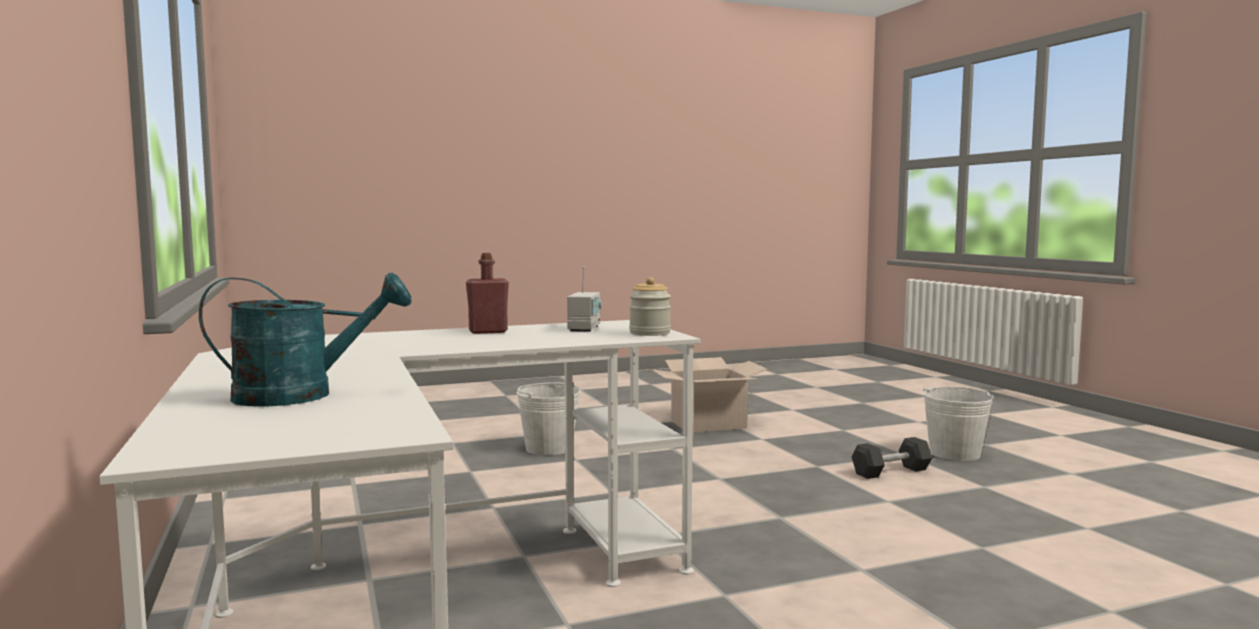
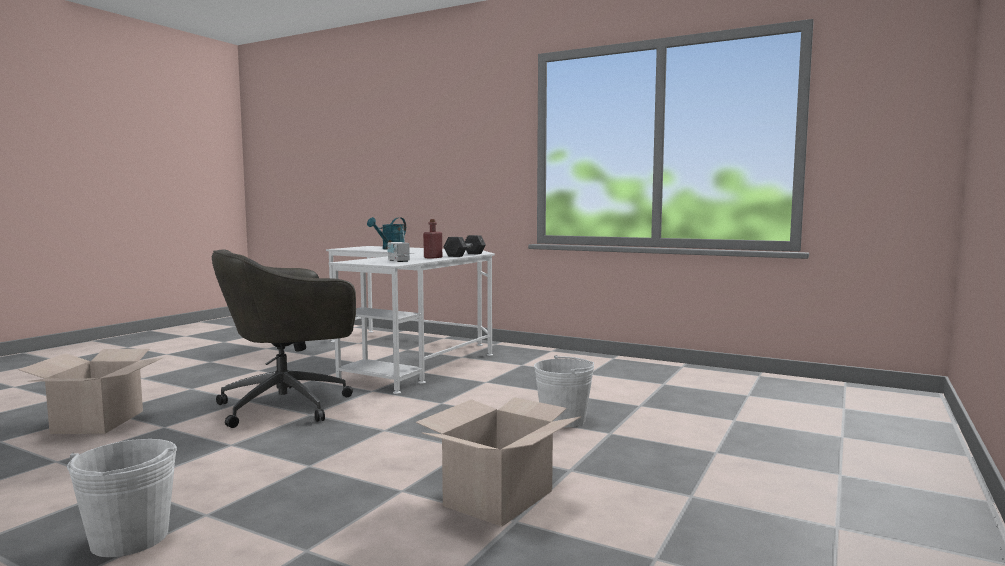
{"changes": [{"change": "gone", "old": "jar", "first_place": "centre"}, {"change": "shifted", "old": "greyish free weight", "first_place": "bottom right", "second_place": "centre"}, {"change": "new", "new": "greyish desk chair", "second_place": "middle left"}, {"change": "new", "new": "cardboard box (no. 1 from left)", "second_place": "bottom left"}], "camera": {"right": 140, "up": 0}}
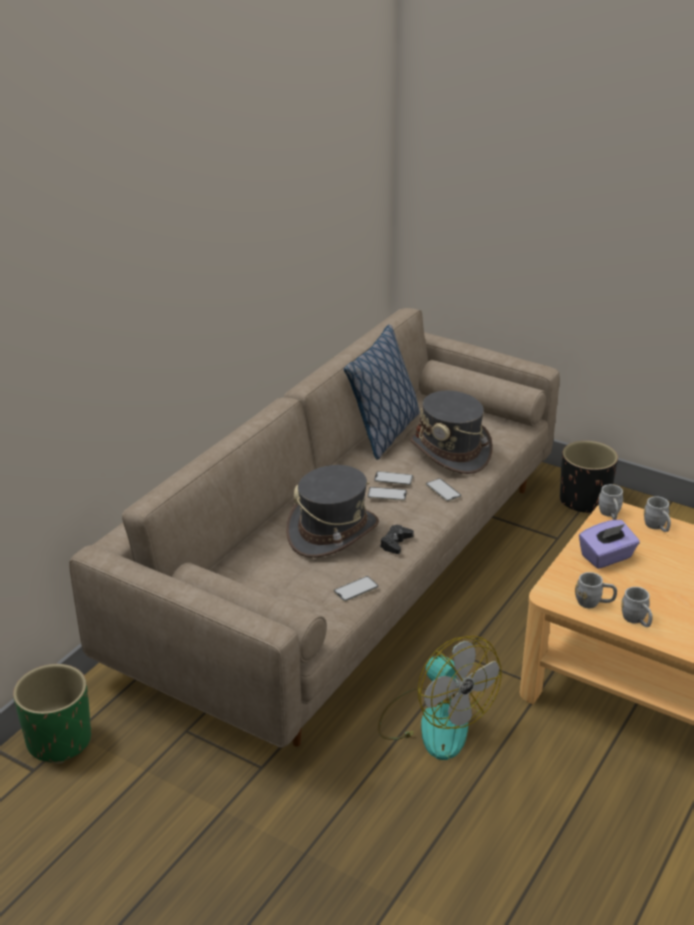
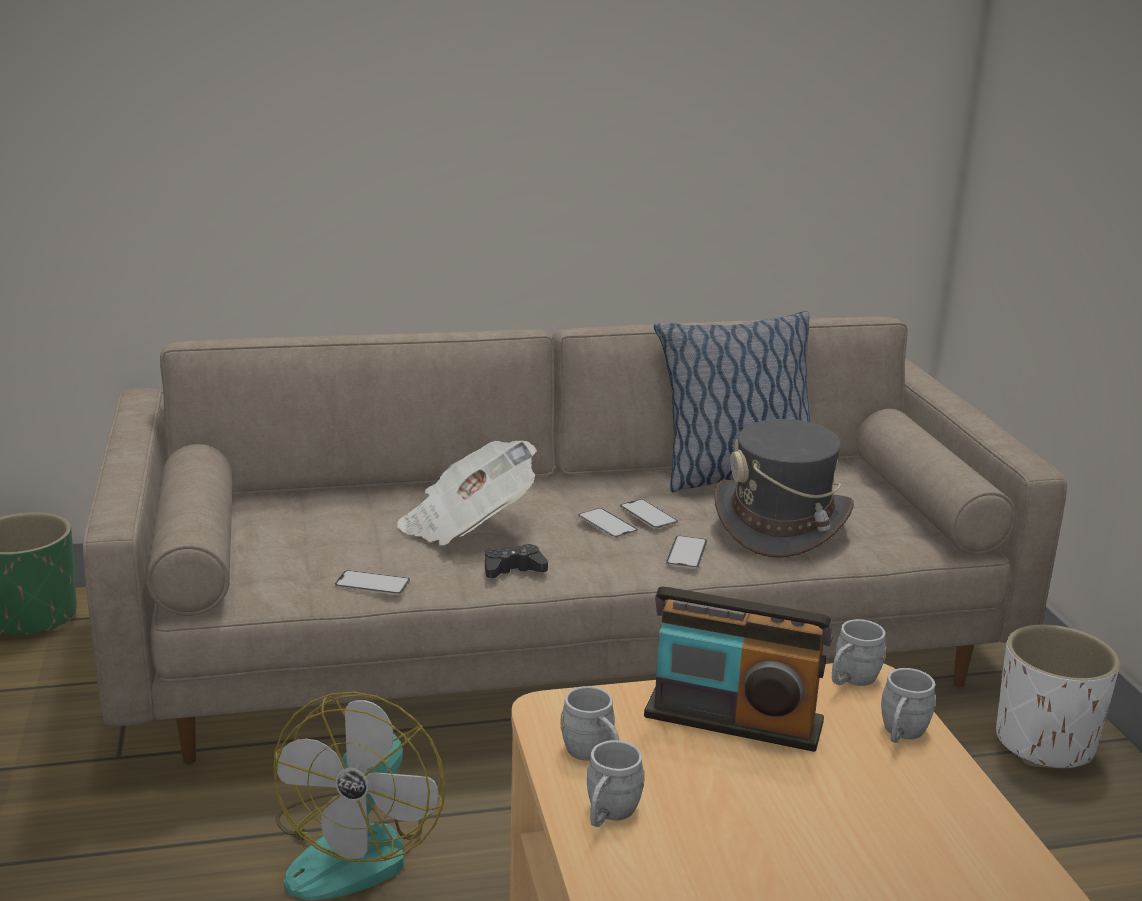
{"changes": [{"change": "repainted", "old": "black-coloured planter", "new": "white-coloured planter", "first_place": "middle right", "second_place": "bottom right"}, {"change": "swapped", "old": "greyish wearable hat (no. 1 from left)", "new": "printed paper", "first_place": "centre", "second_place": "centre"}, {"change": "swapped", "old": "purple tissue box", "new": "radio receiver", "first_place": "middle right", "second_place": "bottom centre"}], "camera": {"right": 45, "up": -10}}
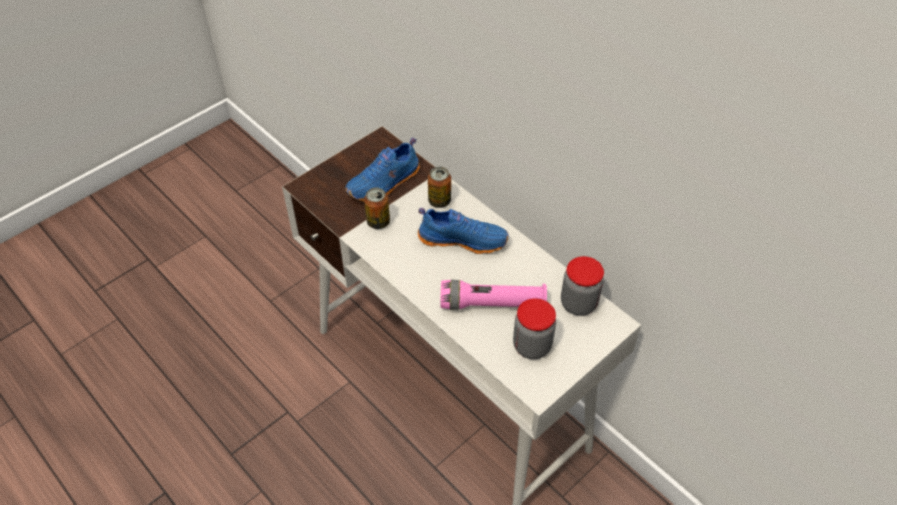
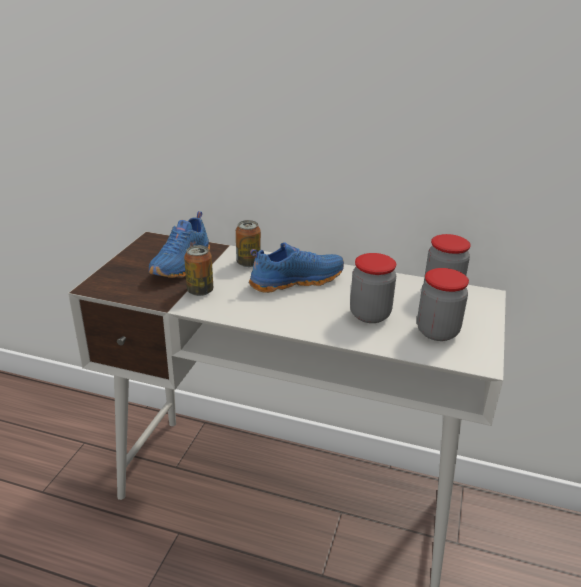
{"changes": [{"change": "swapped", "old": "pink flashlight", "new": "jar (no. 1 from left)", "first_place": "centre", "second_place": "centre"}], "camera": {"right": -30, "up": -20}}
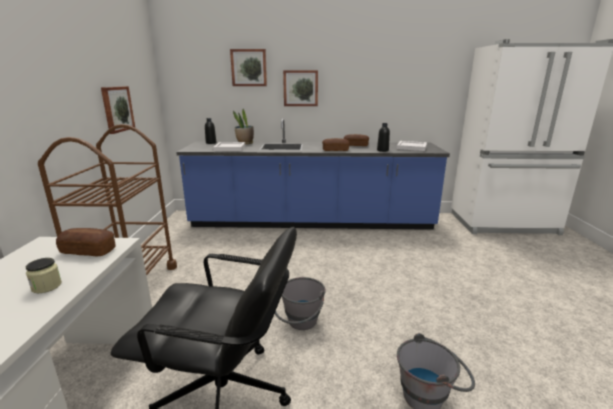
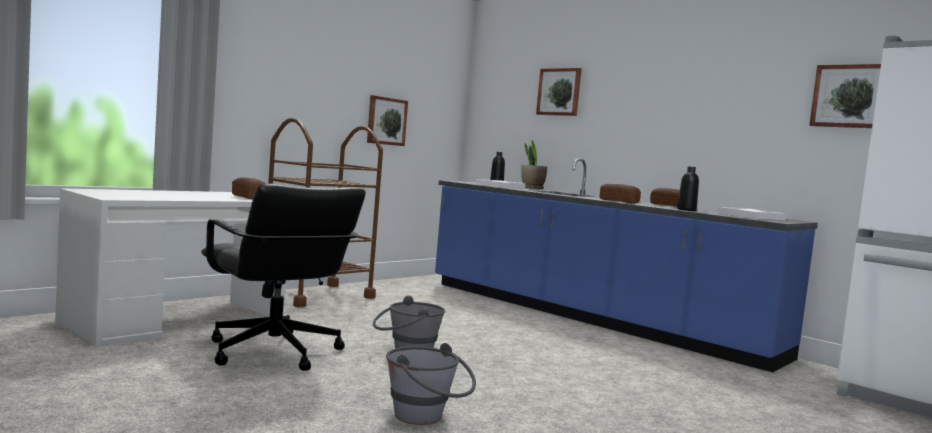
{"changes": [{"change": "shifted", "old": "wall picture (no. 3 from left)", "first_place": "top centre", "second_place": "top right"}, {"change": "gone", "old": "jar", "first_place": "bottom left"}], "camera": {"right": 40, "up": -15}}
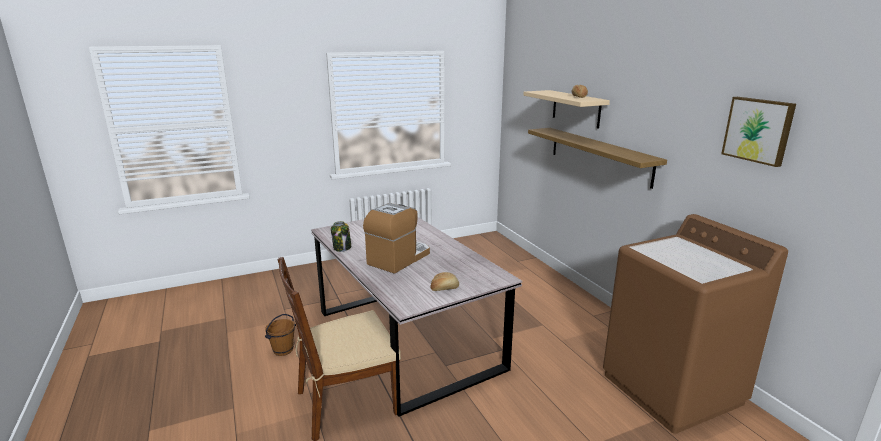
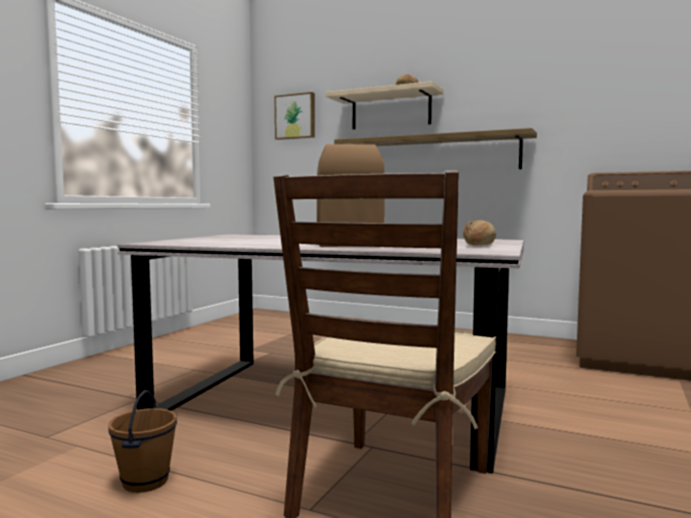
{"changes": [{"change": "shifted", "old": "wall picture", "first_place": "top right", "second_place": "top centre"}, {"change": "gone", "old": "jar", "first_place": "centre"}], "camera": {"right": -40, "up": -15}}
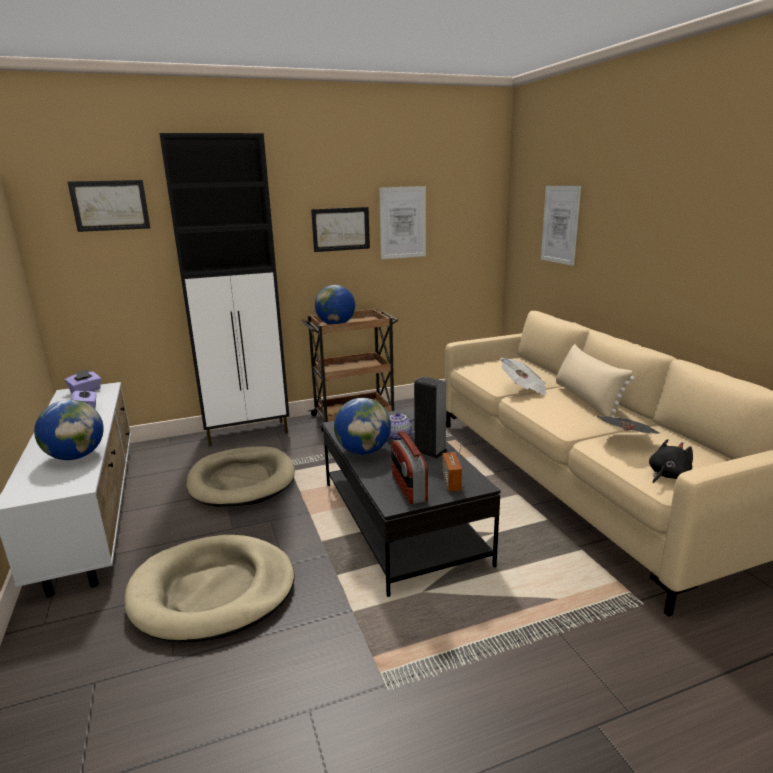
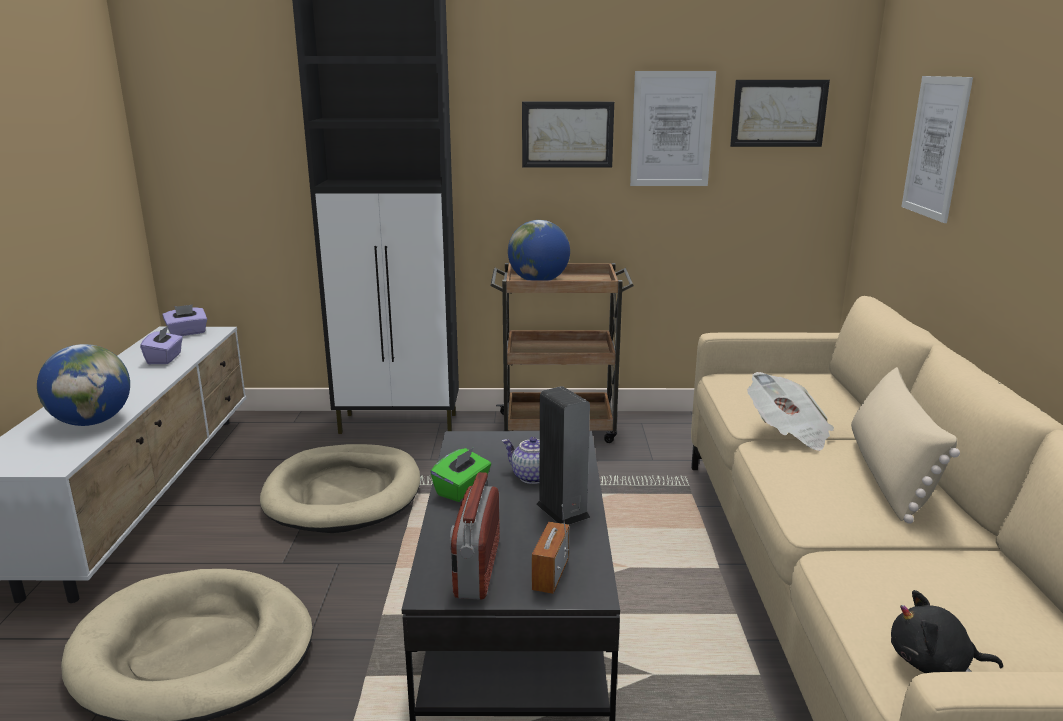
{"changes": [{"change": "shifted", "old": "wall picture (no. 1 from left in the first image)", "new": "wall picture (no. 3 from left)", "first_place": "top left", "second_place": "top right"}, {"change": "swapped", "old": "world globe (no. 3 from left)", "new": "green-coloured tissue box", "first_place": "centre", "second_place": "centre"}, {"change": "gone", "old": "printed paper (no. 2 from left)", "first_place": "middle right"}, {"change": "rotated", "old": "black-coloured cuddly toy", "first_place": "middle right", "second_place": "bottom right", "degrees": -150}], "camera": {"right": 20, "up": 0}}
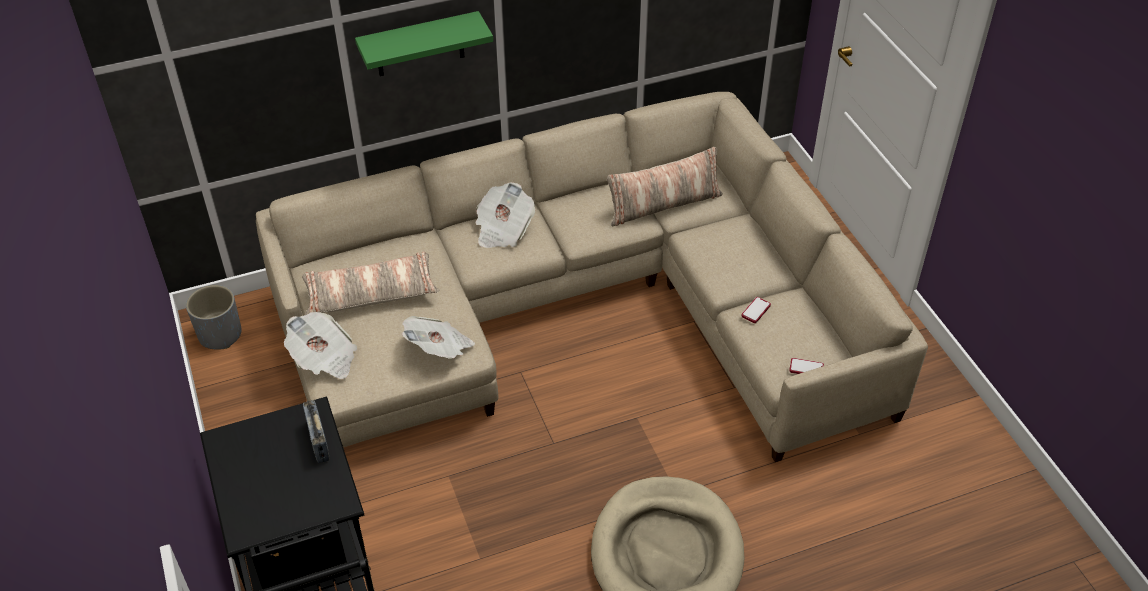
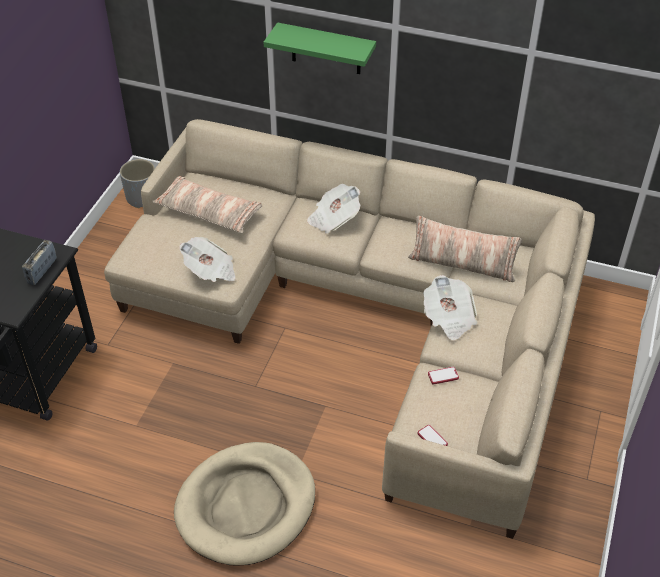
{"changes": [{"change": "shifted", "old": "printed paper (no. 1 from left in the first image)", "new": "printed paper (no. 3 from left)", "first_place": "middle left", "second_place": "middle right"}], "camera": {"right": 40, "up": 0}}
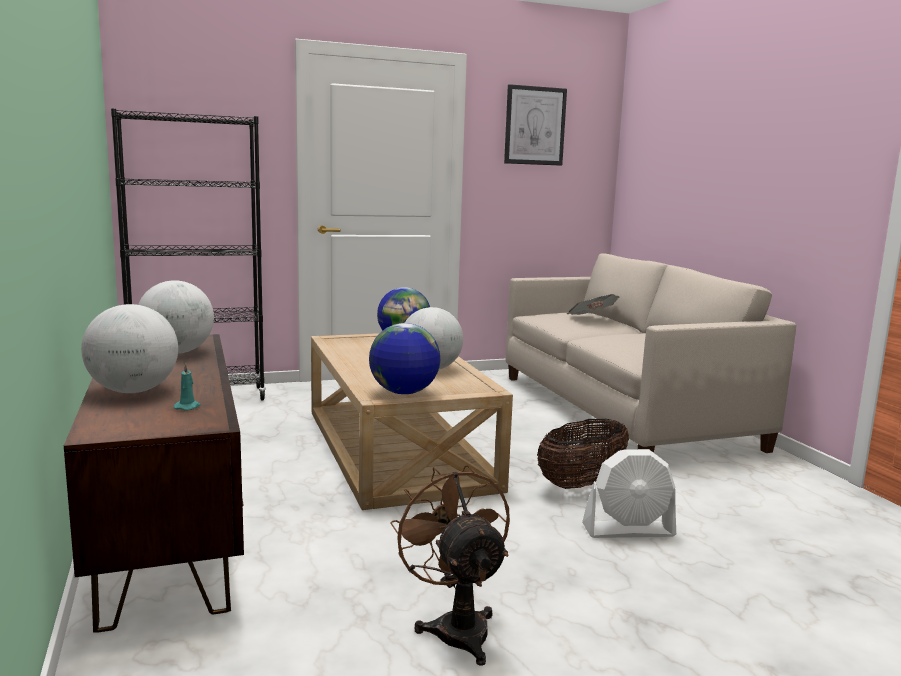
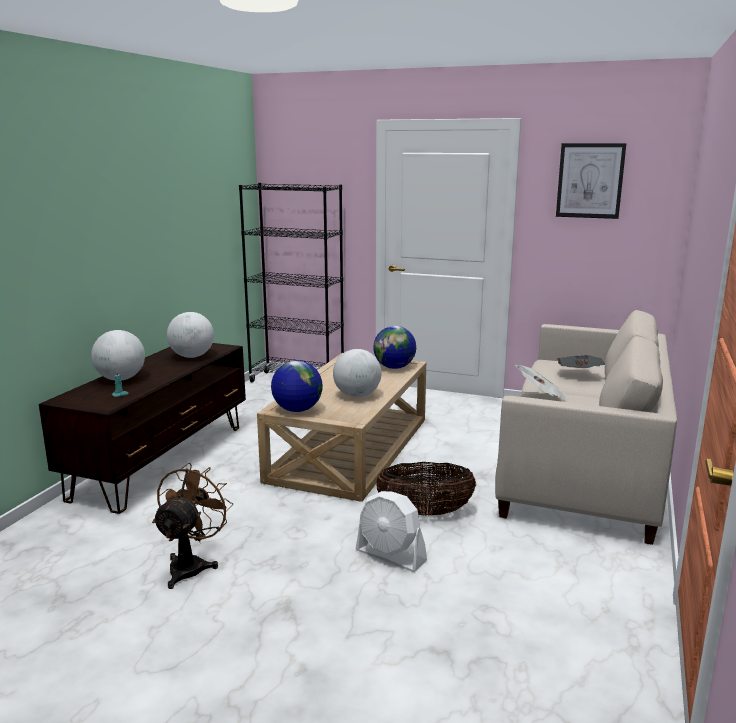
{"changes": [{"change": "new", "new": "printed paper (no. 1 from left)", "second_place": "middle right"}], "camera": {"right": 40, "up": 5}}
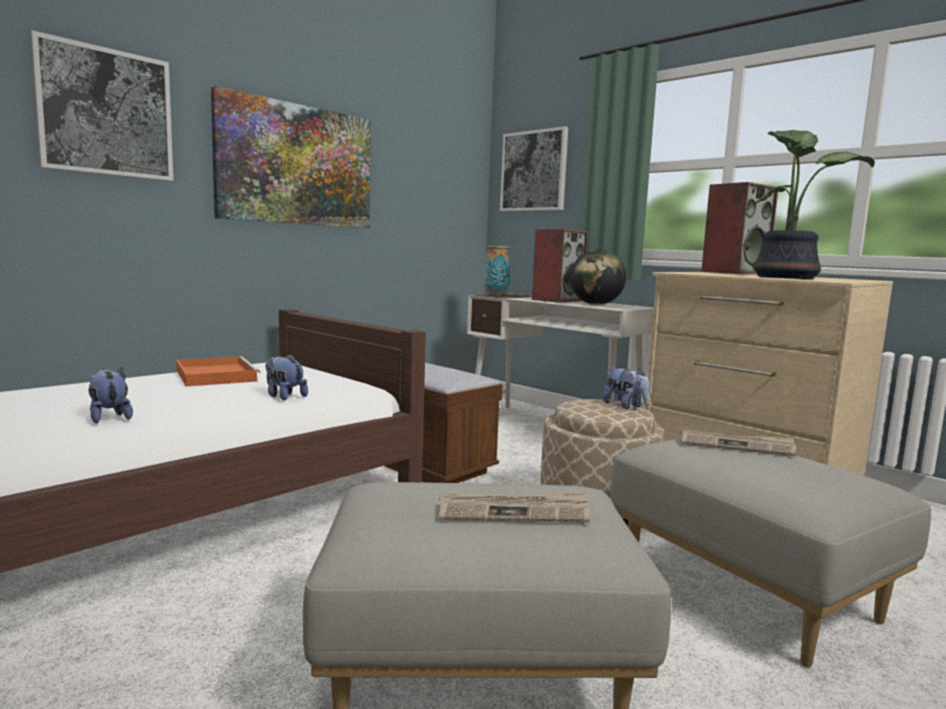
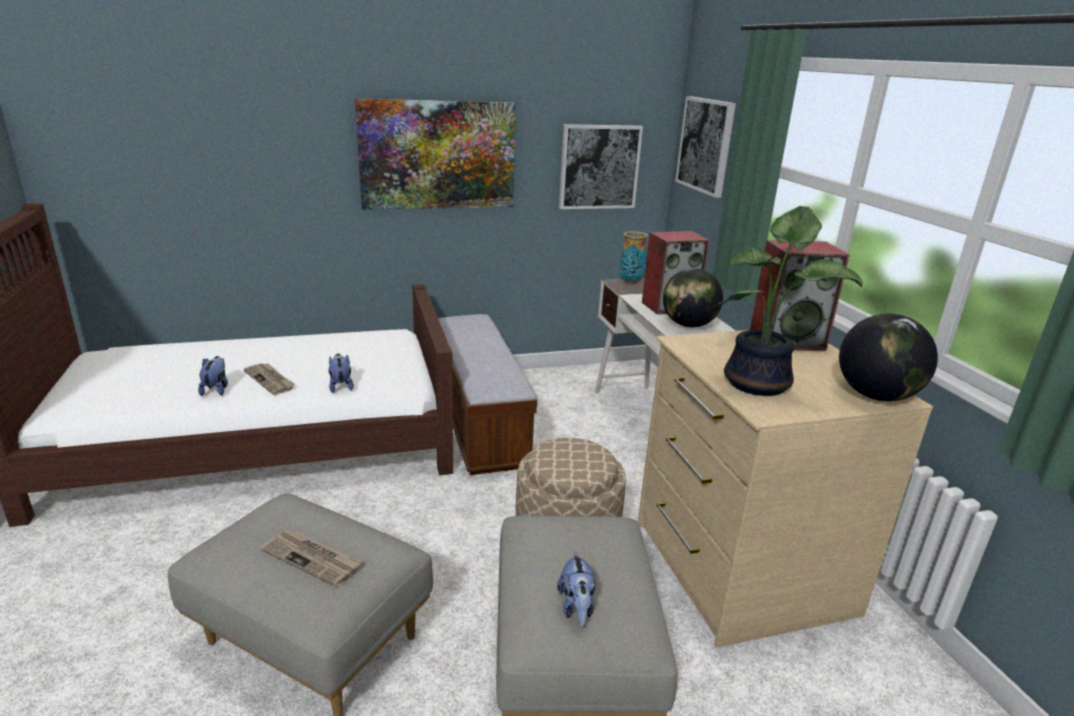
{"changes": [{"change": "shifted", "old": "wall picture (no. 1 from left in the first image)", "new": "wall picture (no. 2 from left)", "first_place": "top left", "second_place": "top centre"}, {"change": "gone", "old": "orange-coloured tray", "first_place": "middle left"}, {"change": "shifted", "old": "cuddly toy (no. 3 from left)", "first_place": "centre", "second_place": "bottom centre"}, {"change": "shifted", "old": "printed paper (no. 2 from left in the first image)", "new": "printed paper (no. 1 from left)", "first_place": "middle right", "second_place": "middle left"}, {"change": "new", "new": "world globe (no. 2 from left)", "second_place": "middle right"}], "camera": {"right": 30, "up": 15}}
